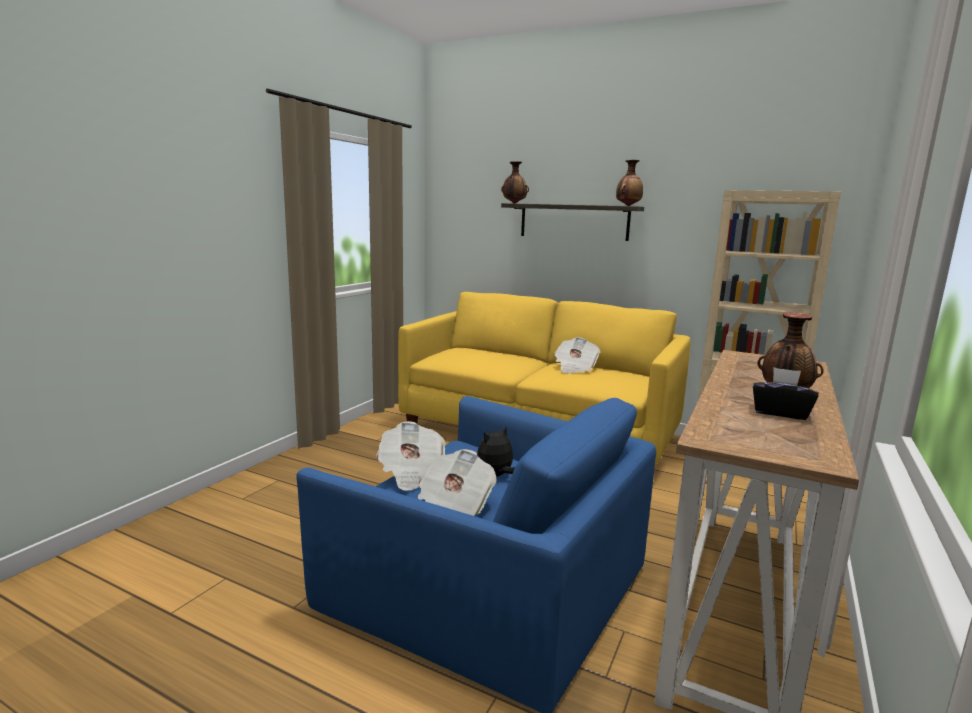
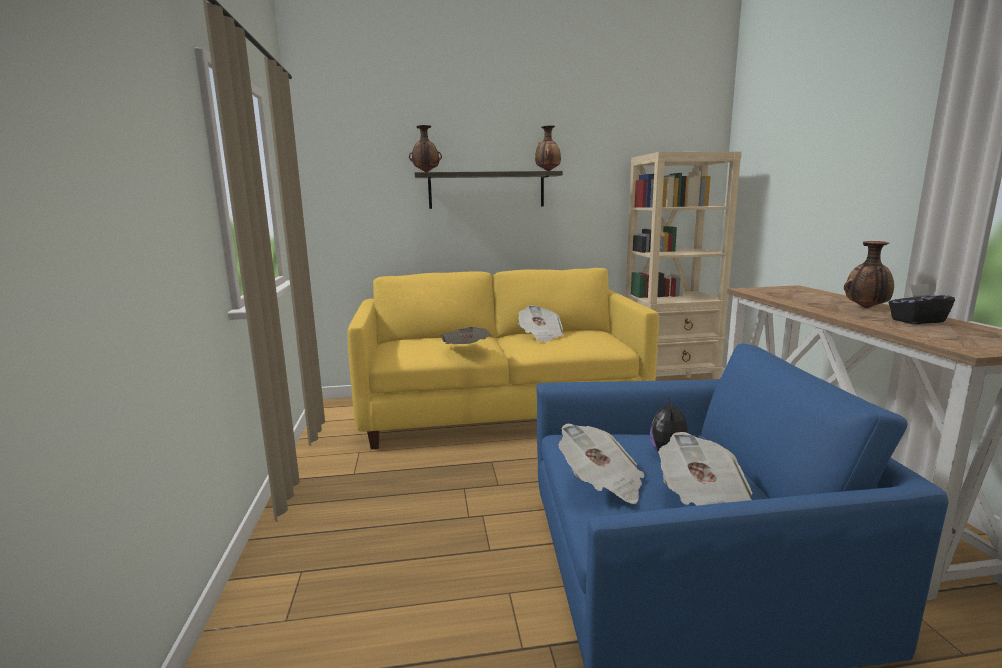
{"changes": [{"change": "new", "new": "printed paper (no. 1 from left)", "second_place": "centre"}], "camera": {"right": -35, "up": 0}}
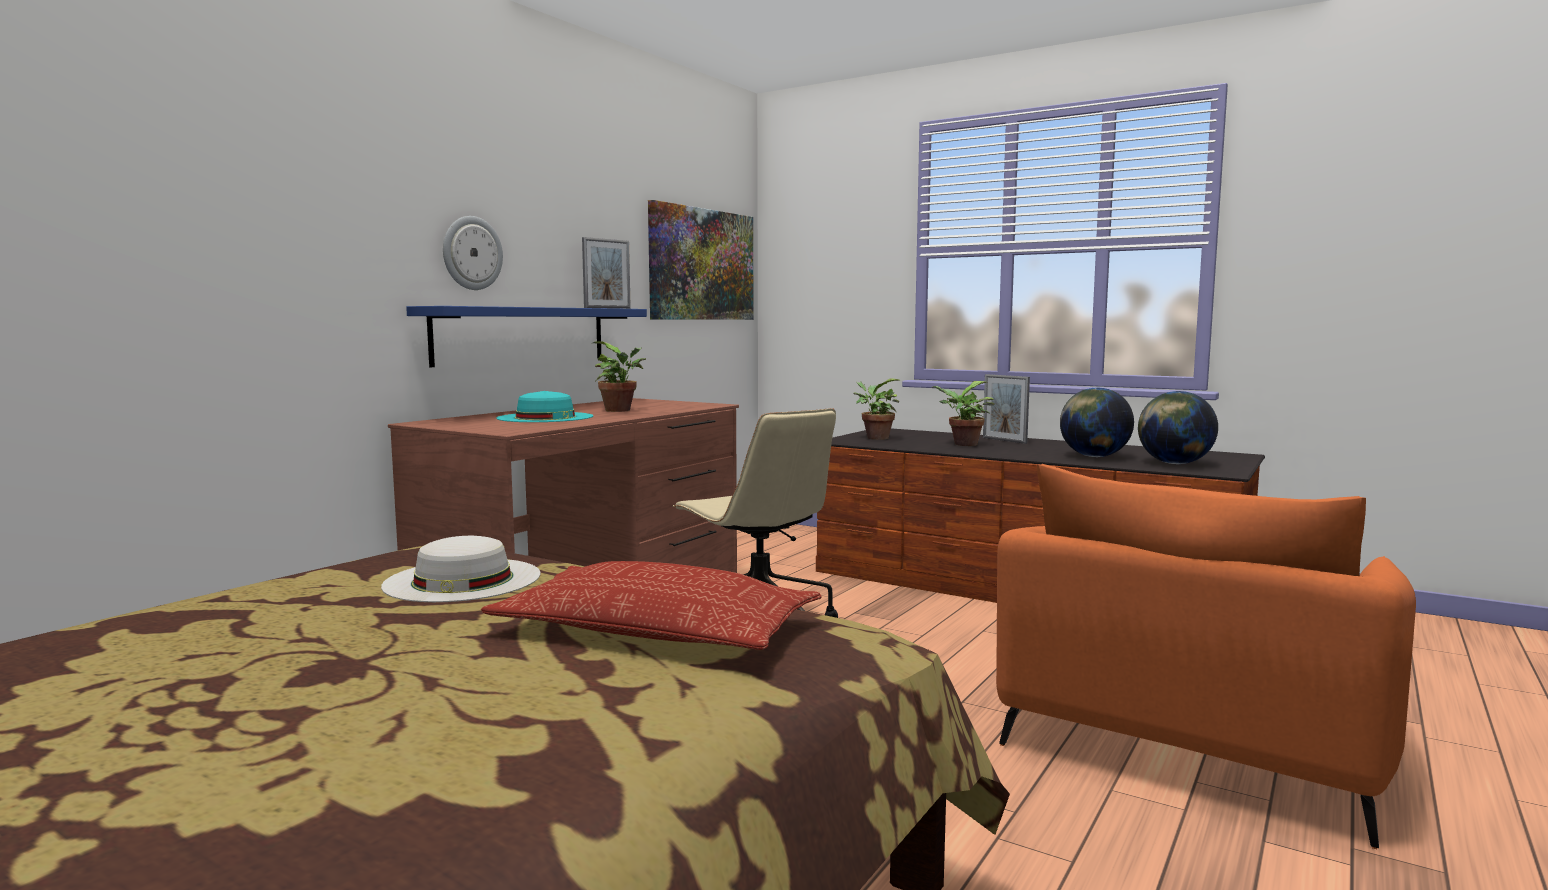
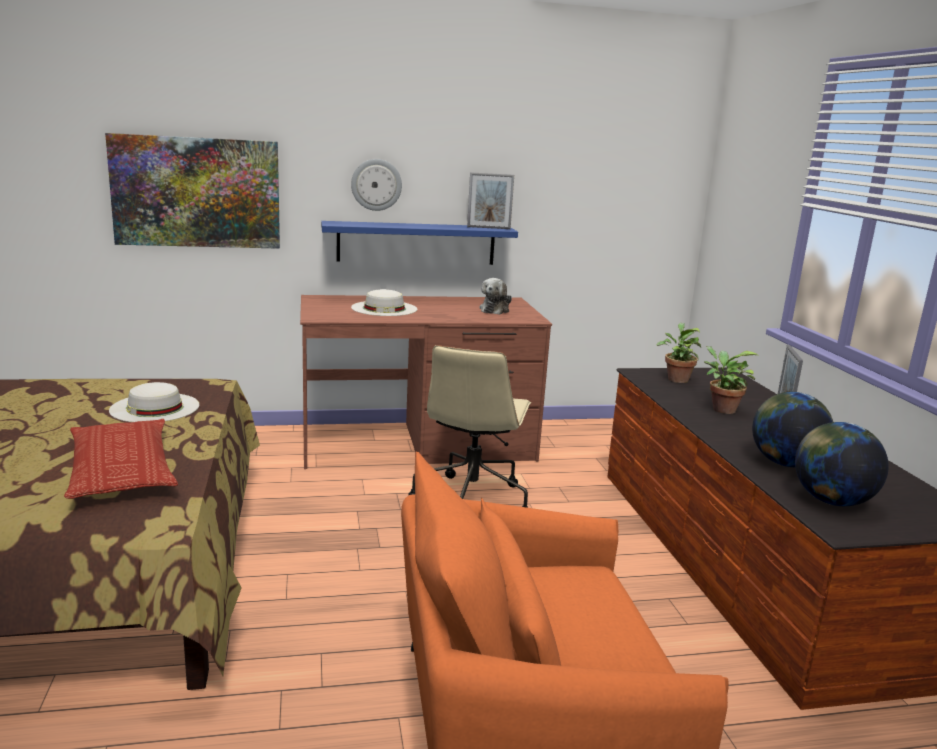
{"changes": [{"change": "shifted", "old": "wall picture", "first_place": "top centre", "second_place": "top left"}, {"change": "gone", "old": "houseplant (no. 1 from left)", "first_place": "centre"}, {"change": "repainted", "old": "turquoise wearable hat", "new": "white-coloured wearable hat (no. 2 from left)", "first_place": "centre", "second_place": "centre"}, {"change": "new", "new": "cuddly toy", "second_place": "centre"}], "camera": {"right": 45, "up": 10}}
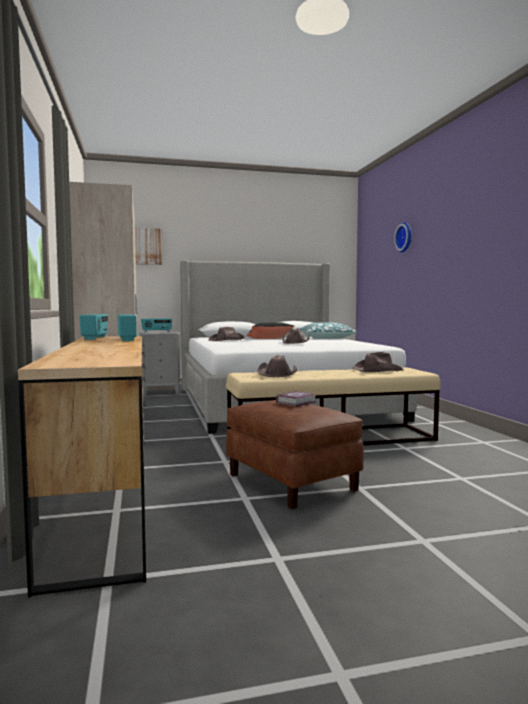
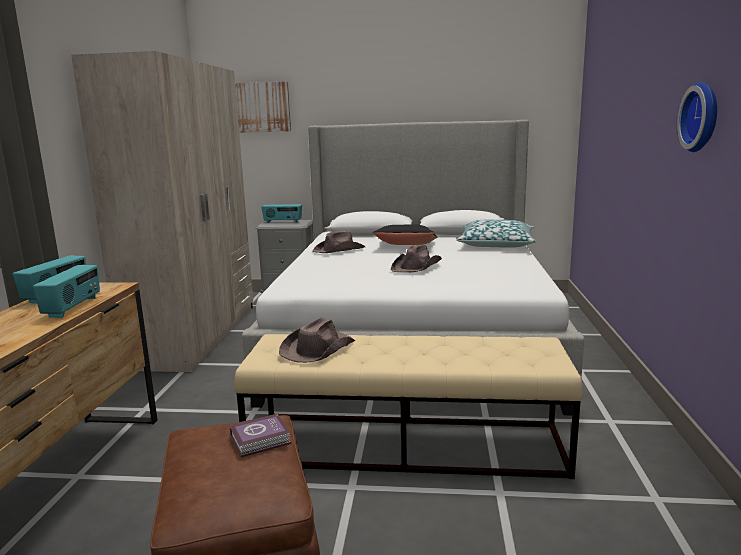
{"changes": [{"change": "shifted", "old": "wall clock", "first_place": "middle right", "second_place": "top right"}, {"change": "gone", "old": "brown wearable hat (no. 4 from left)", "first_place": "middle right"}], "camera": {"right": 20, "up": 10}}
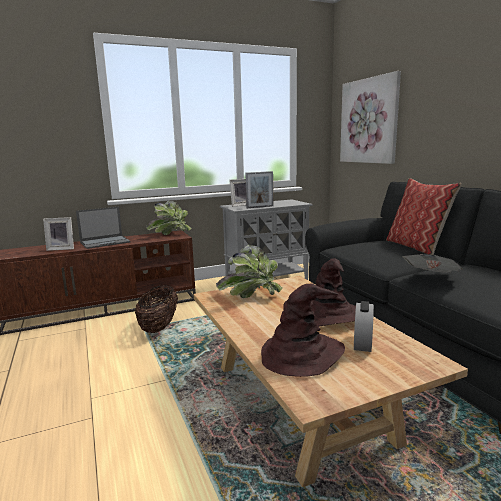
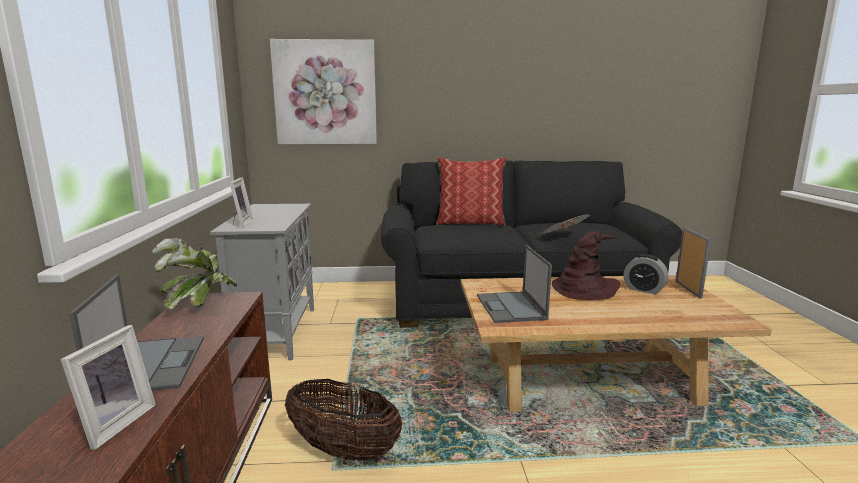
{"changes": [{"change": "shifted", "old": "photo frame (no. 3 from left)", "first_place": "centre", "second_place": "middle right"}, {"change": "swapped", "old": "houseplant (no. 2 from left)", "new": "notebook computer (no. 2 from left)", "first_place": "centre", "second_place": "centre"}, {"change": "gone", "old": "brown wearable hat (no. 1 from left)", "first_place": "centre"}], "camera": {"right": -70, "up": 0}}
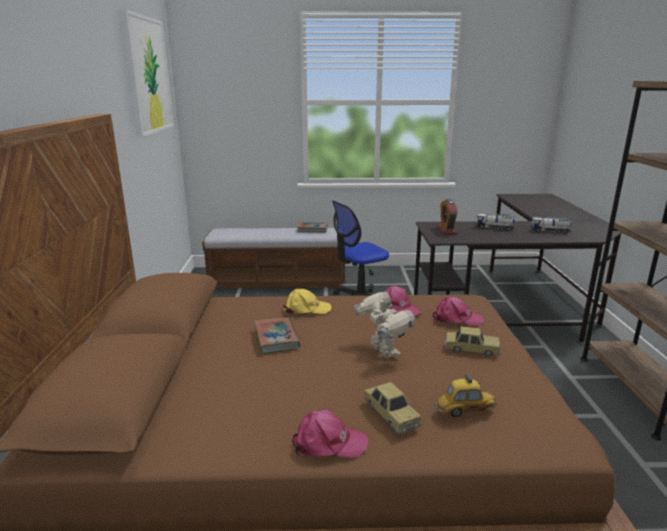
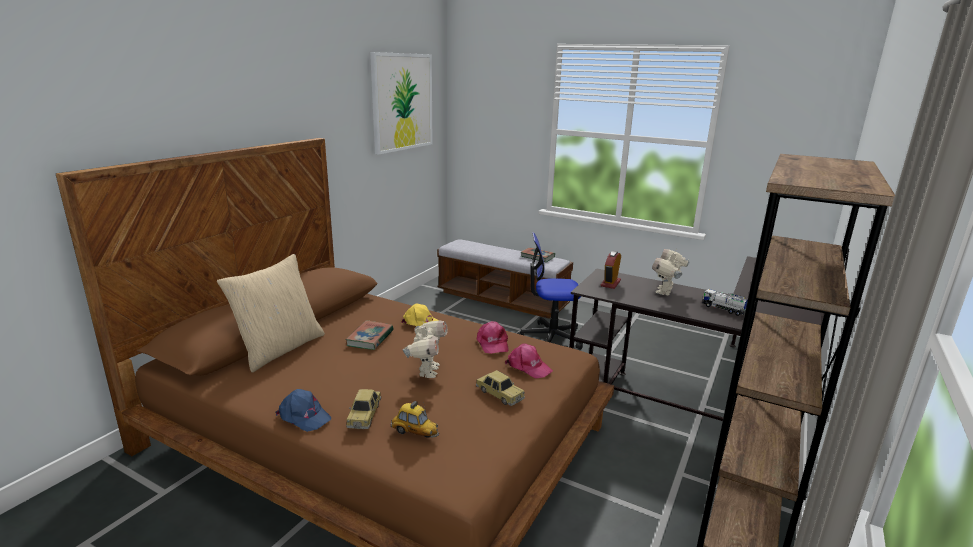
{"changes": [{"change": "swapped", "old": "toy lorry (no. 1 from left)", "new": "robot figure (no. 2 from left)", "first_place": "middle right", "second_place": "middle right"}, {"change": "repainted", "old": "pink baseball cap (no. 1 from left)", "new": "blue-coloured baseball cap", "first_place": "bottom centre", "second_place": "bottom left"}, {"change": "new", "new": "beige-coloured throw pillow", "second_place": "middle left"}], "camera": {"right": 30, "up": 0}}
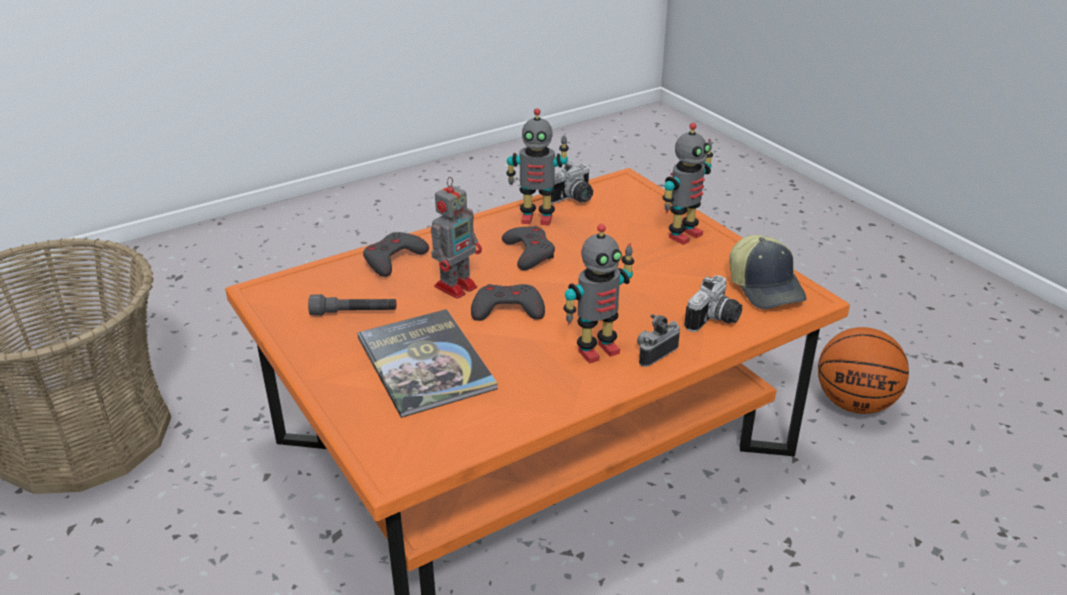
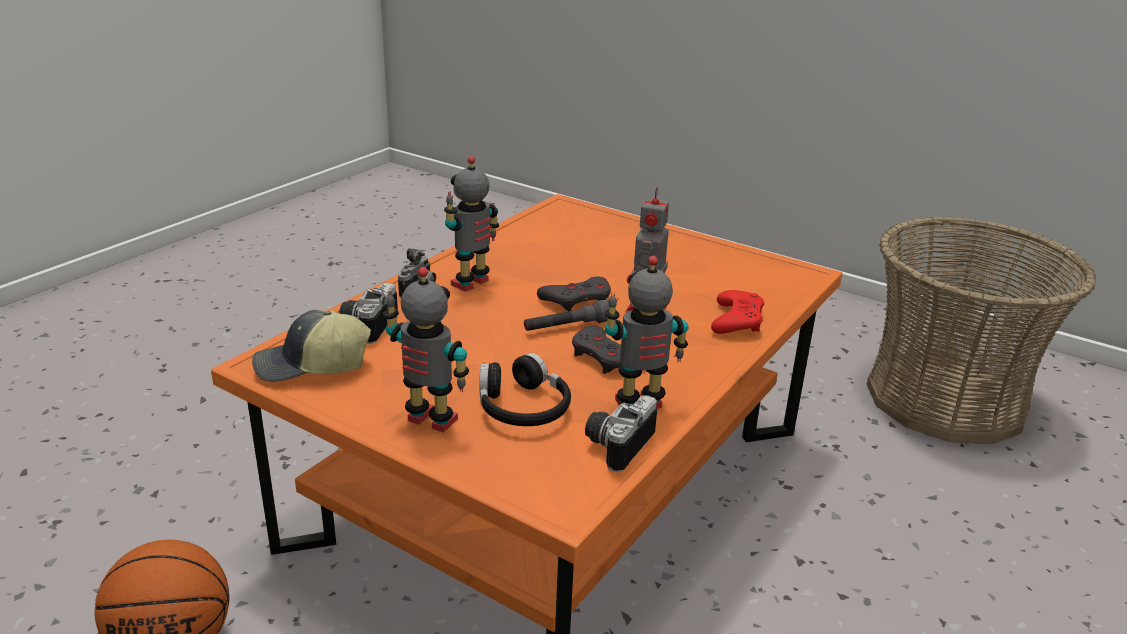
{"changes": [{"change": "rotated", "old": "robot figure (no. 4 from left in the first image)", "first_place": "top centre", "second_place": "centre", "degrees": 90}, {"change": "repainted", "old": "greyish joypad (no. 1 from left)", "new": "red-coloured joypad", "first_place": "centre", "second_place": "centre"}, {"change": "rotated", "old": "baseball cap", "first_place": "middle right", "second_place": "middle left", "degrees": -60}, {"change": "shifted", "old": "greyish flashlight", "first_place": "middle left", "second_place": "centre"}, {"change": "gone", "old": "volume", "first_place": "centre"}, {"change": "new", "new": "black-coloured headphones", "second_place": "centre"}], "camera": {"right": 155, "up": -5}}
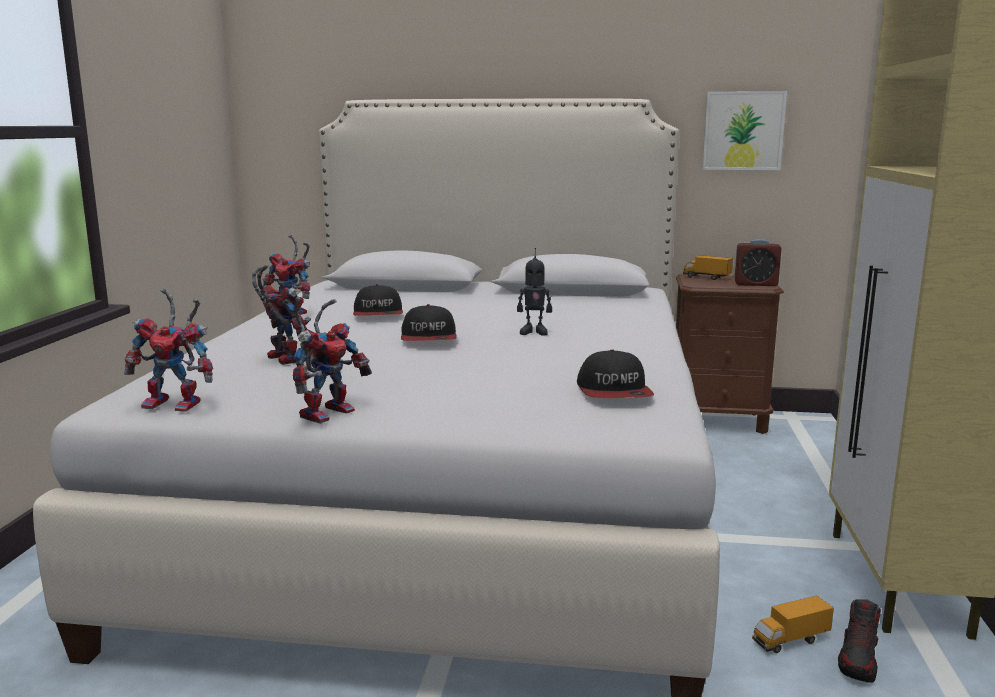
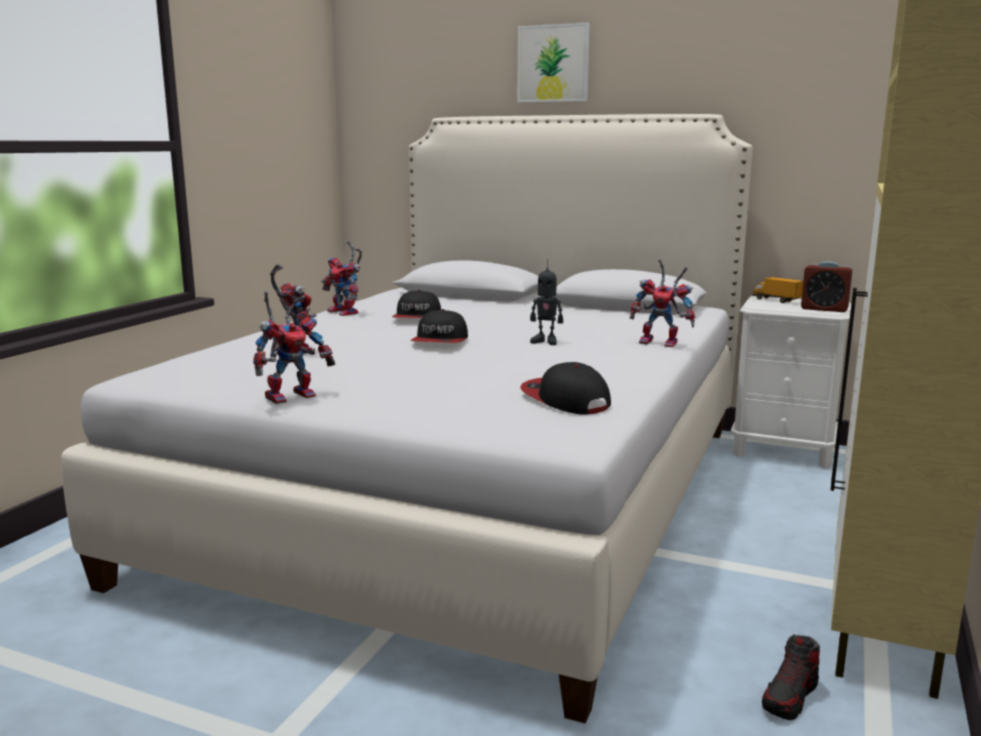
{"changes": [{"change": "shifted", "old": "wall picture", "first_place": "top right", "second_place": "top centre"}, {"change": "repainted", "old": "brown nightstand", "new": "white-coloured nightstand", "first_place": "middle right", "second_place": "middle right"}, {"change": "shifted", "old": "robot figure (no. 1 from left in the first image)", "new": "robot figure (no. 5 from left)", "first_place": "middle left", "second_place": "middle right"}, {"change": "rotated", "old": "baseball cap (no. 3 from left)", "first_place": "centre", "second_place": "centre", "degrees": 135}, {"change": "gone", "old": "toy lorry (no. 2 from left)", "first_place": "bottom right"}], "camera": {"right": 15, "up": 0}}
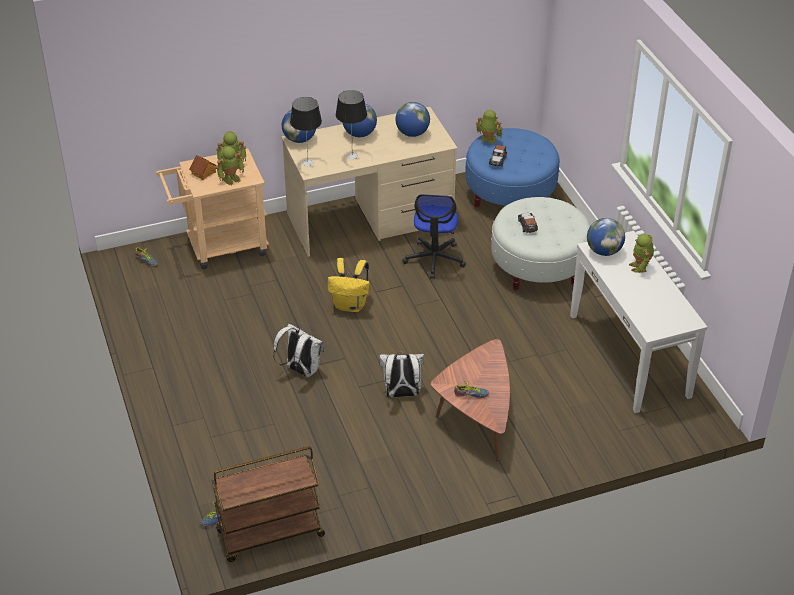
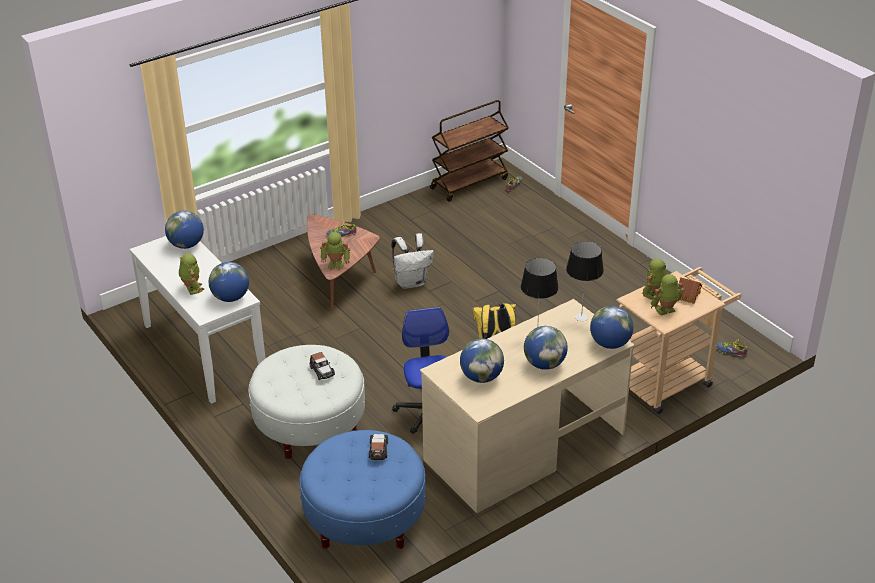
{"changes": [{"change": "shifted", "old": "robot figure (no. 3 from left in the first image)", "new": "robot figure (no. 2 from left)", "first_place": "top centre", "second_place": "centre"}, {"change": "gone", "old": "white-coloured knapsack (no. 1 from left)", "first_place": "centre"}, {"change": "new", "new": "world globe (no. 1 from left)", "second_place": "middle left"}], "camera": {"right": 165, "up": -5}}
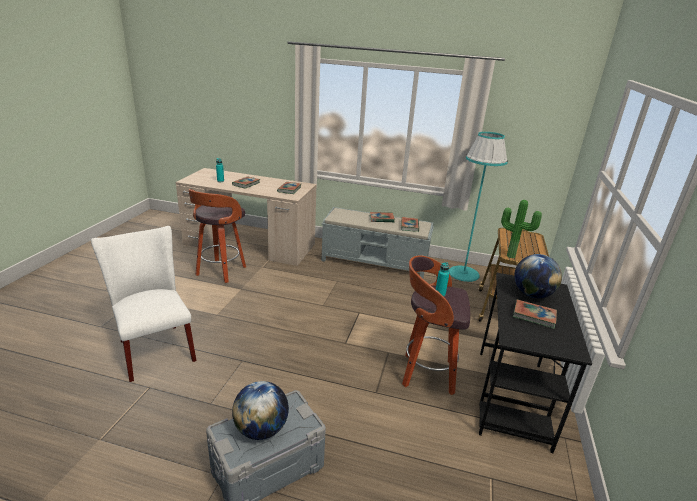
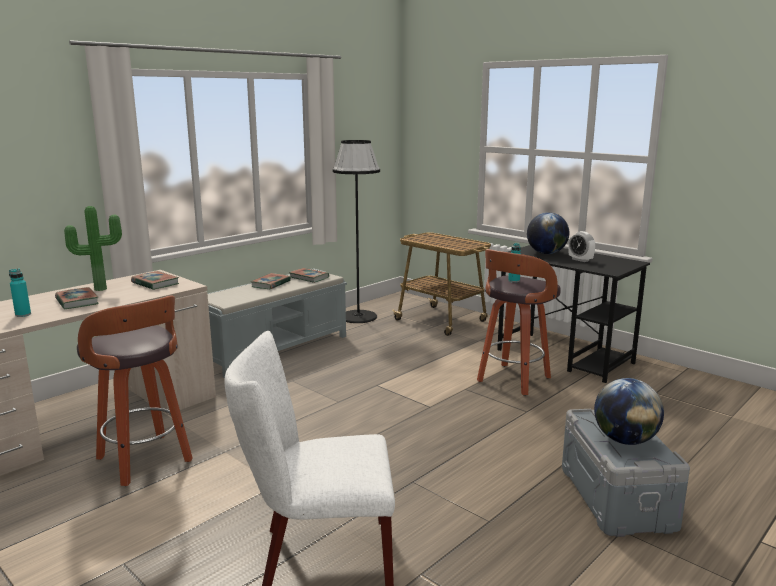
{"changes": [{"change": "repainted", "old": "turquoise standard lamp", "new": "black-coloured standard lamp", "first_place": "middle right", "second_place": "centre"}, {"change": "shifted", "old": "houseplant", "first_place": "middle right", "second_place": "middle left"}, {"change": "swapped", "old": "volume (no. 5 from left)", "new": "table clock", "first_place": "middle right", "second_place": "middle right"}], "camera": {"right": -60, "up": -10}}
